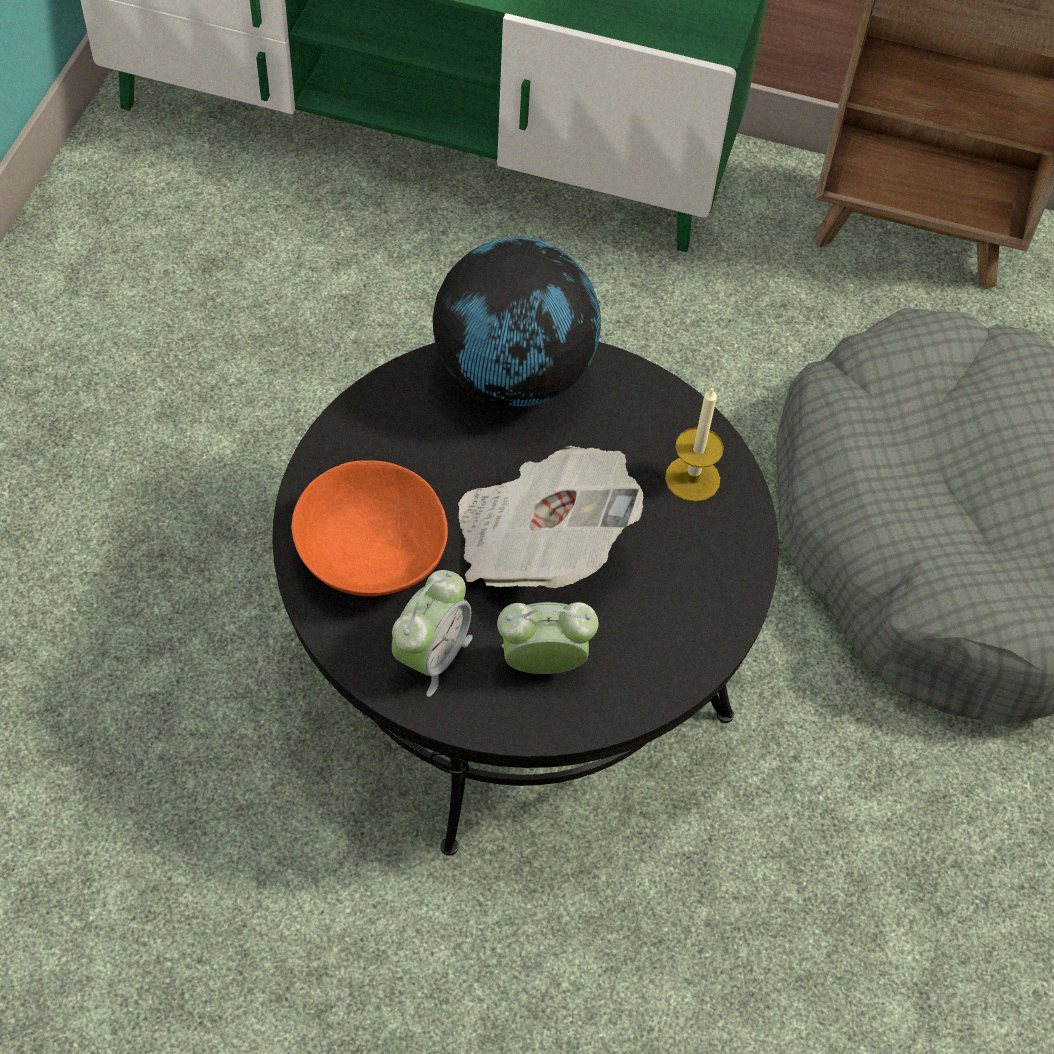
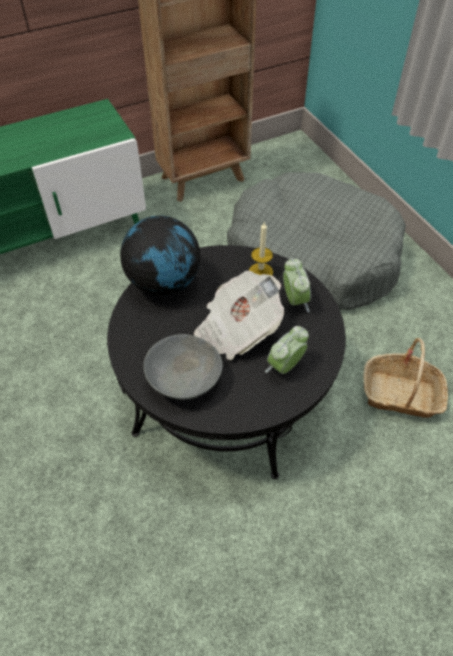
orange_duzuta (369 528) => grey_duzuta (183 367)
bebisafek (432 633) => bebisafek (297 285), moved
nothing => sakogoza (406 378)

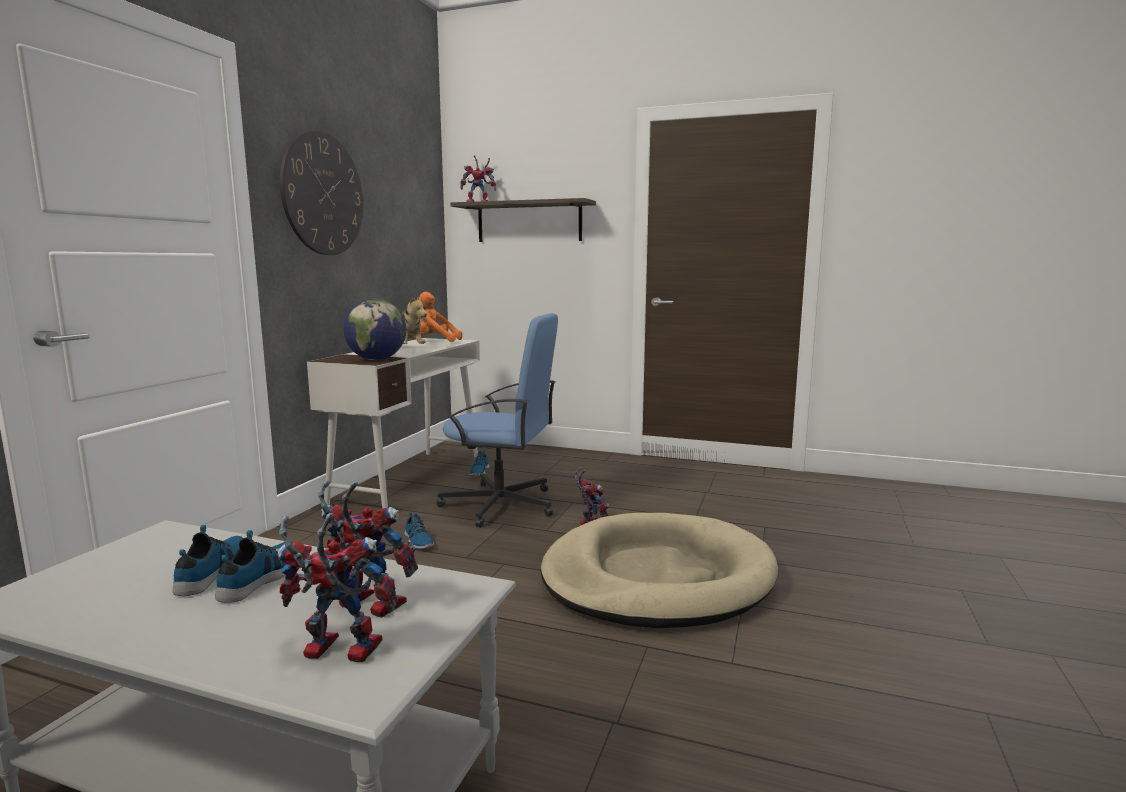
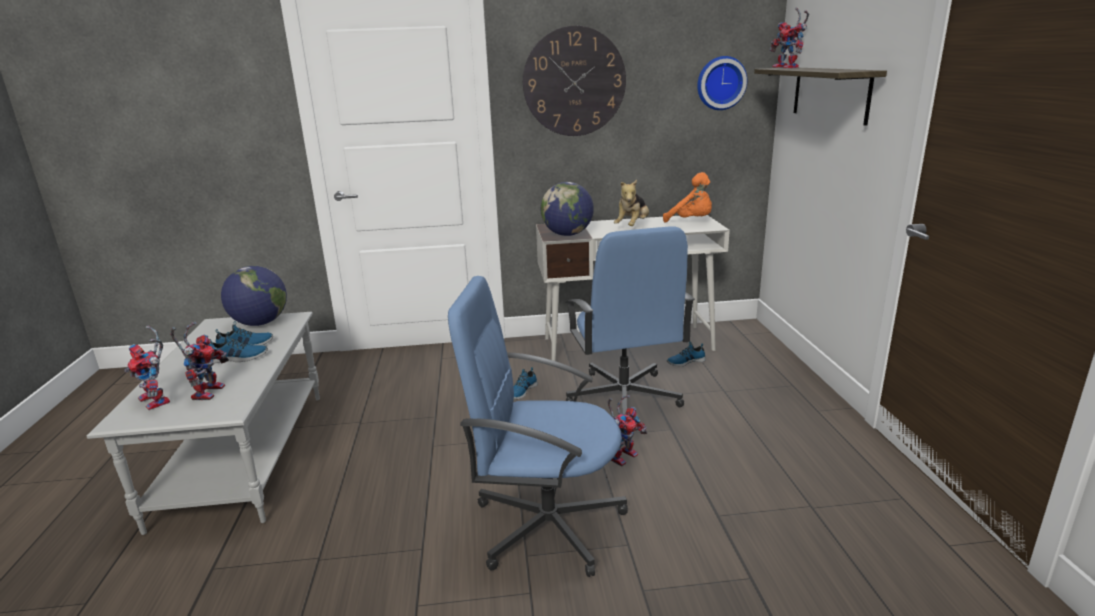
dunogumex (337 588) => dunogumex (147 367), 150 degrees clockwise
nothing => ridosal (254 296)
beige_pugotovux (659 570) => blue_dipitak (538 426)
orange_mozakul (439 317) => orange_mozakul (687 197), 150 degrees clockwise
nothing => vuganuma (722 83)

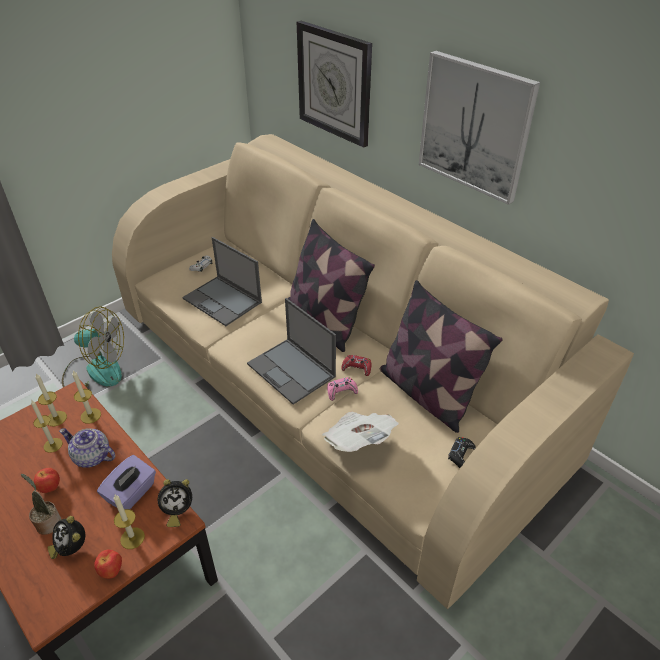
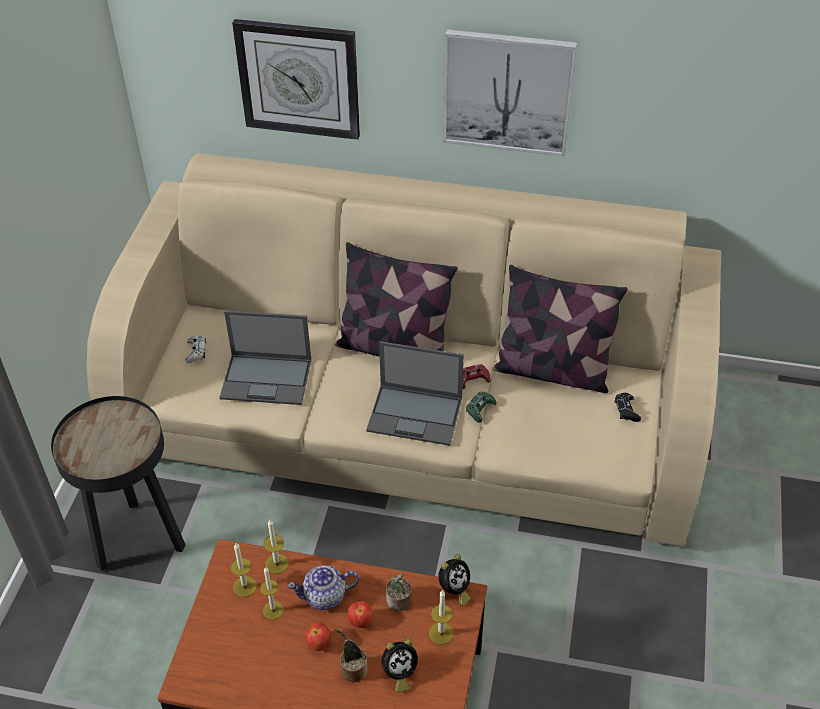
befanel (93 346) => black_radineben (118 483)
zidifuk (108 564) => zidifuk (360 614), moved
bebisafek (66 537) => bebisafek (400 665), 45 degrees counterclockwise
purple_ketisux (126 482) => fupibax (399 592)
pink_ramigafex (342 389) => green_ramigafex (481 407)
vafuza (360 432) => nothing

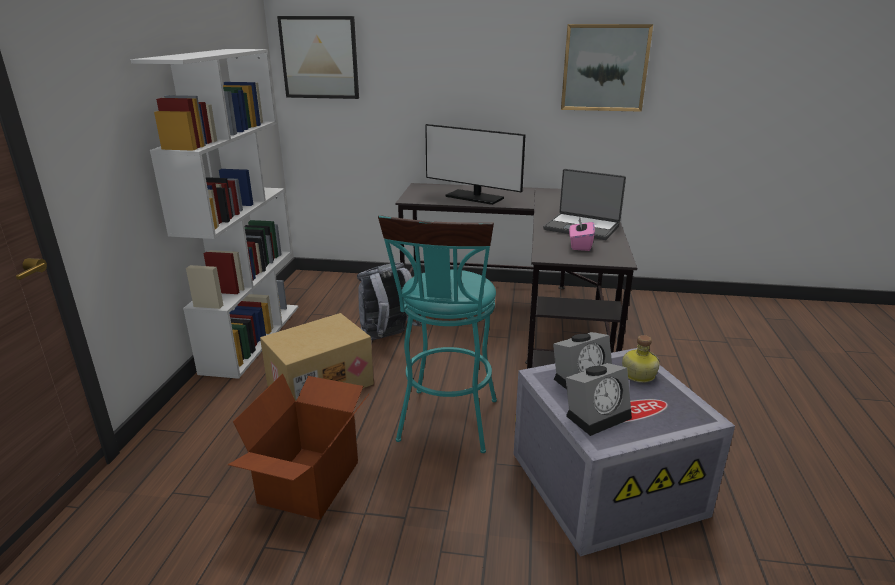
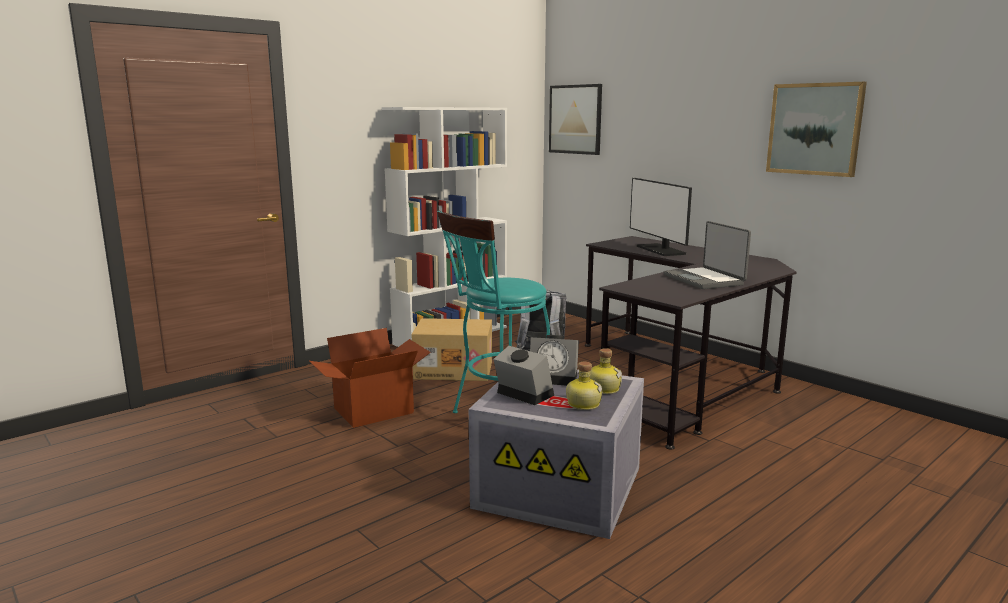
bebisafek (599 399) => bebisafek (523 375), 150 degrees counterclockwise
nothing => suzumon (584 386)
pink_ketisux (582 234) => nothing

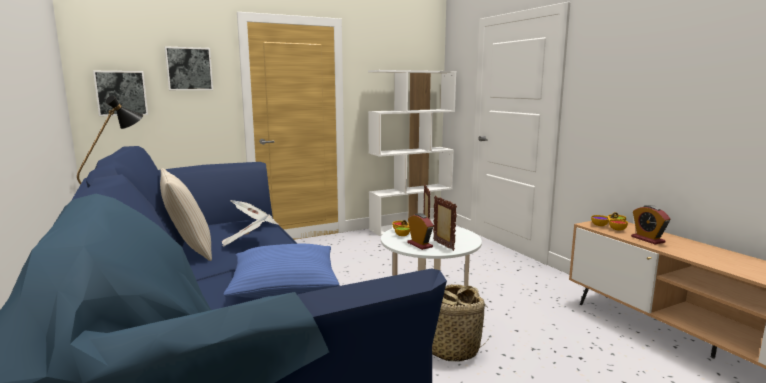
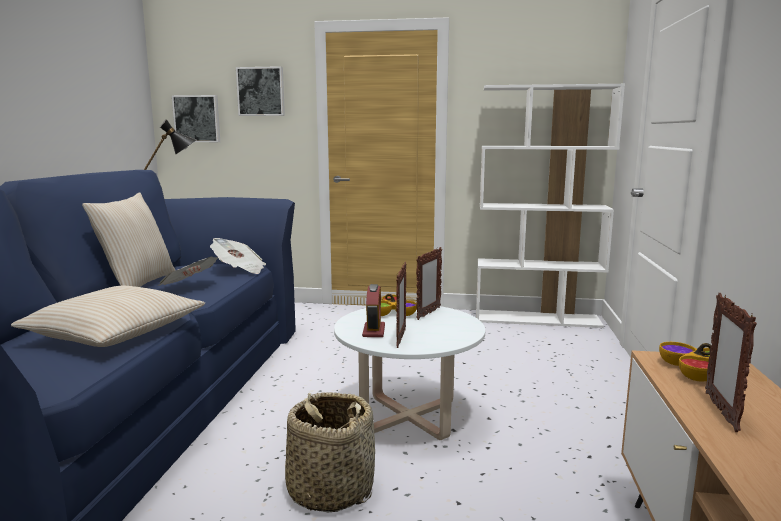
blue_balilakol (281 271) => beige_balilakol (108 316)
bebisafek (650 224) => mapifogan (731 362)

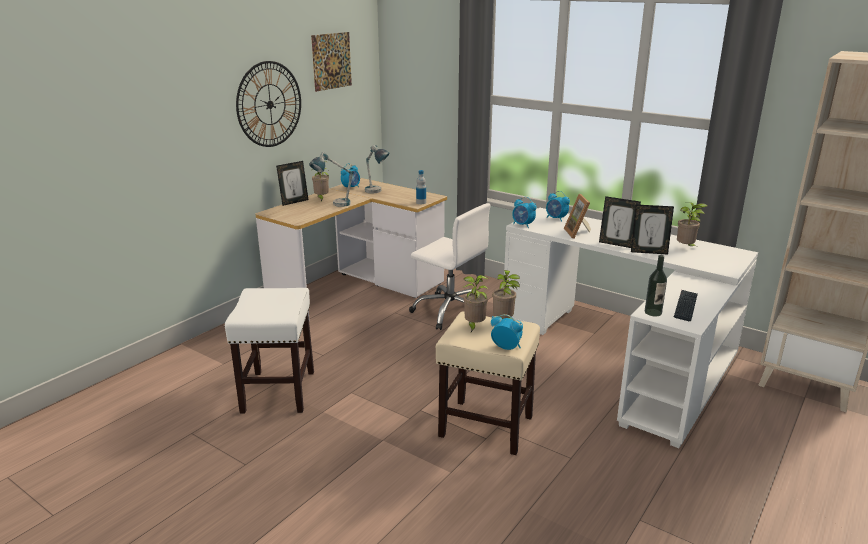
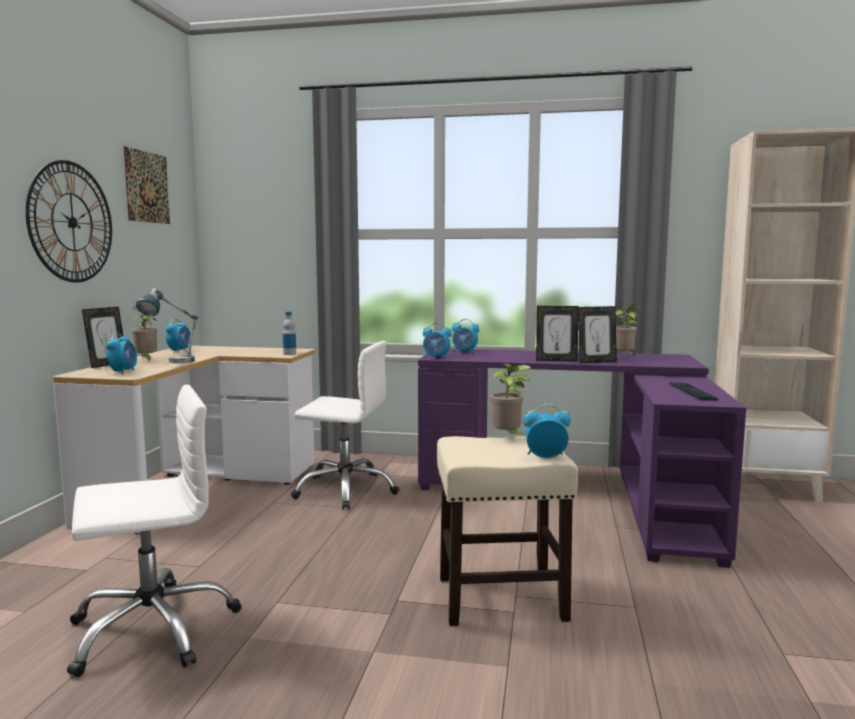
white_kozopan (269 350) => white_dipitak (154 530)
nothing => bebisafek (121 353)
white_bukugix (631 328) => purple_bukugix (582 458)
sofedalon (377 169) => nothing
fupibax (475 303) => nothing
mapifogan (577 216) => nothing
suzumon (656 285) => nothing

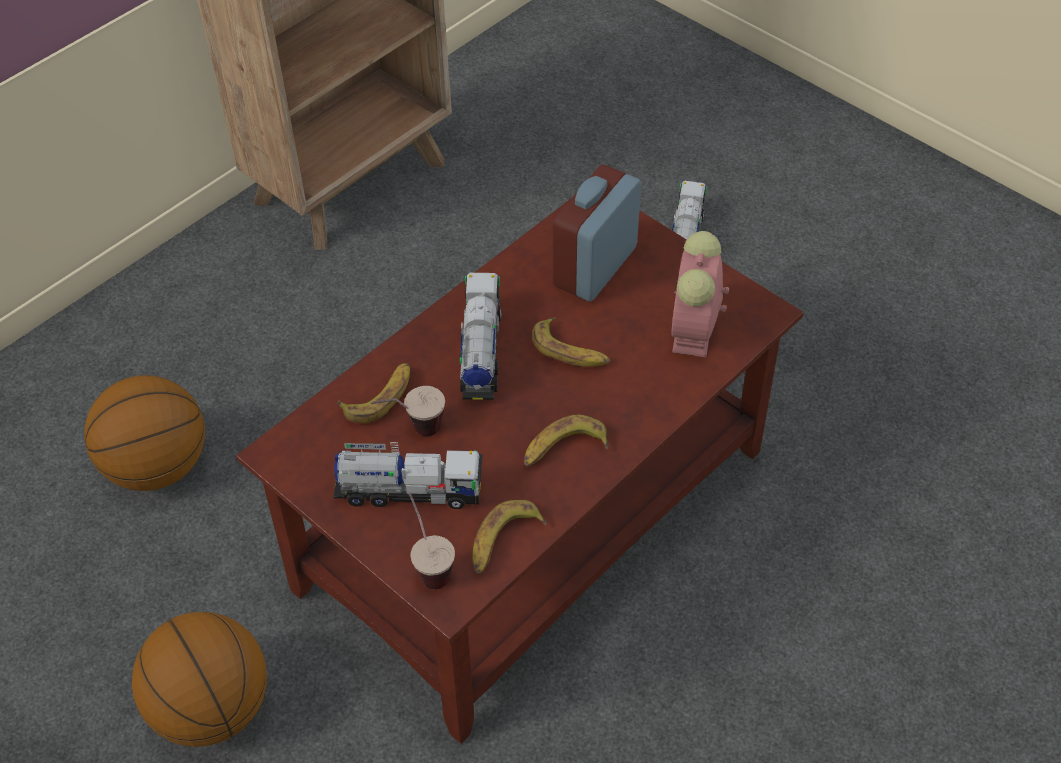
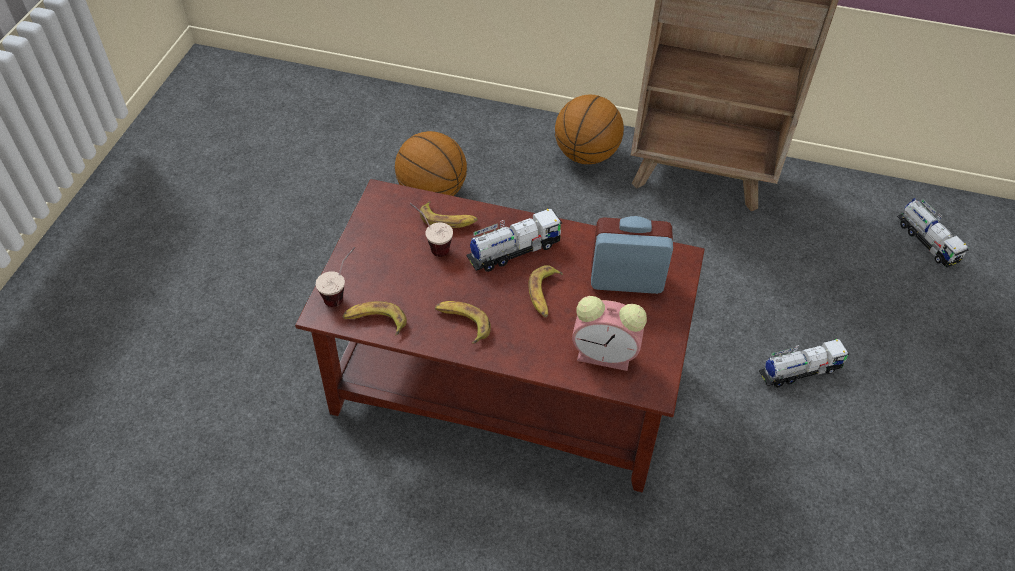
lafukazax (199 679) => lafukazax (589 129), moved
bebisafek (700 294) => bebisafek (609 333), 150 degrees counterclockwise
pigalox (408 475) => pigalox (933 233), moved

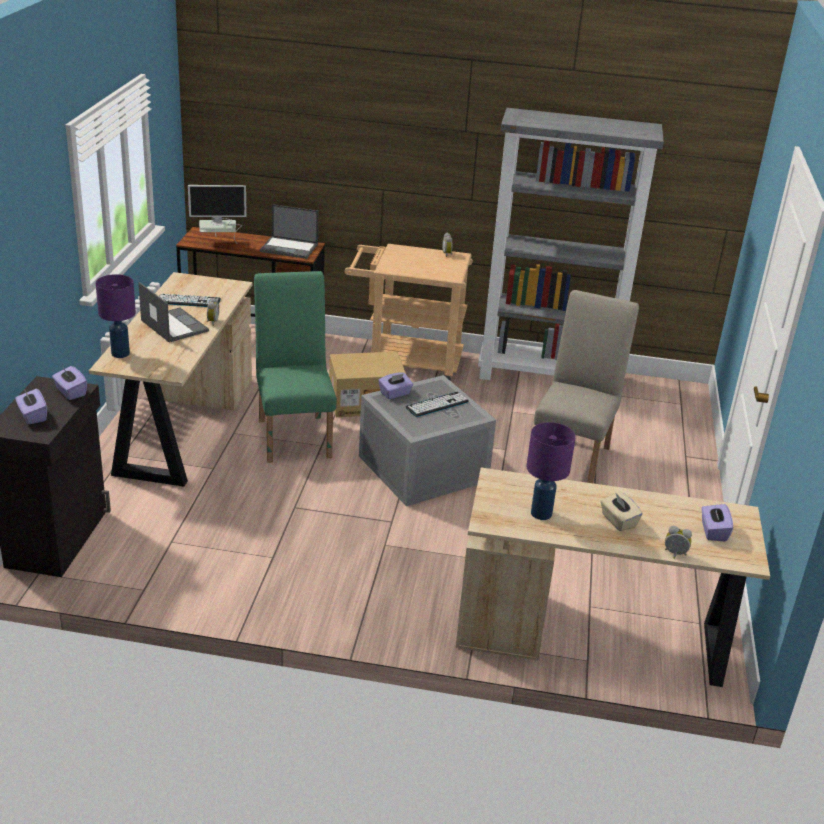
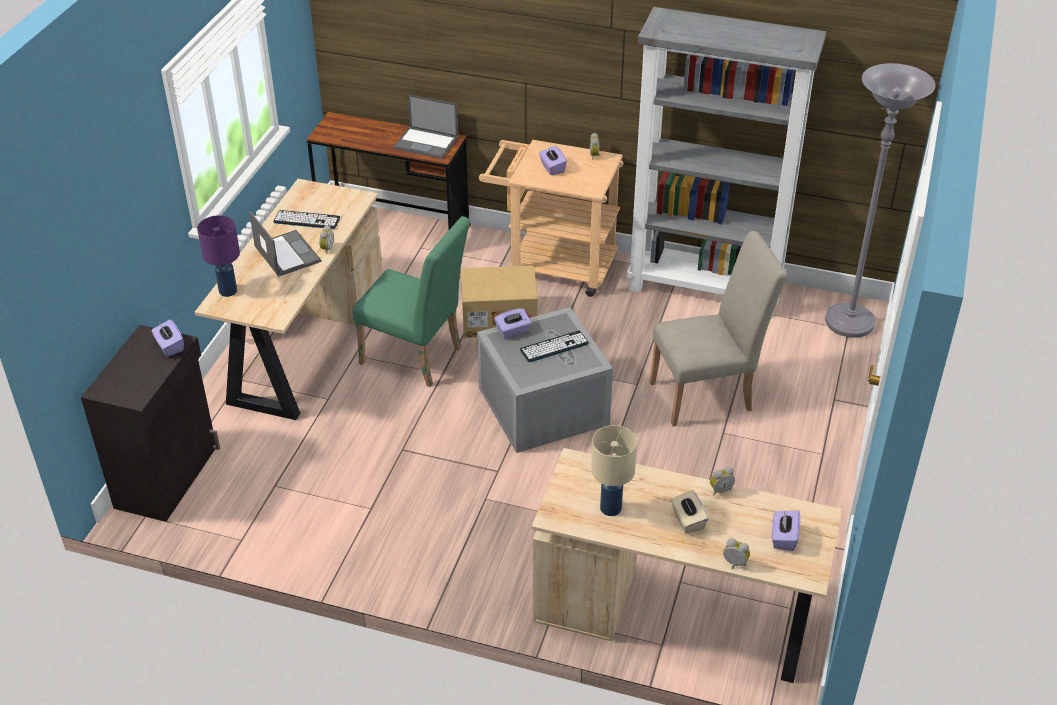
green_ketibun (295 367) => green_ketibun (411 301), 120 degrees clockwise
purple_ketisux (31 407) => purple_ketisux (553 160), moved
purple_sofedalon (551 471) => beige_sofedalon (614 470)
beige_ketibun (586 386) => beige_ketibun (719 328), 45 degrees clockwise
nothing => bebisafek (722 481)
nothing => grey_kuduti (880 200)
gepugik (217 214) => nothing

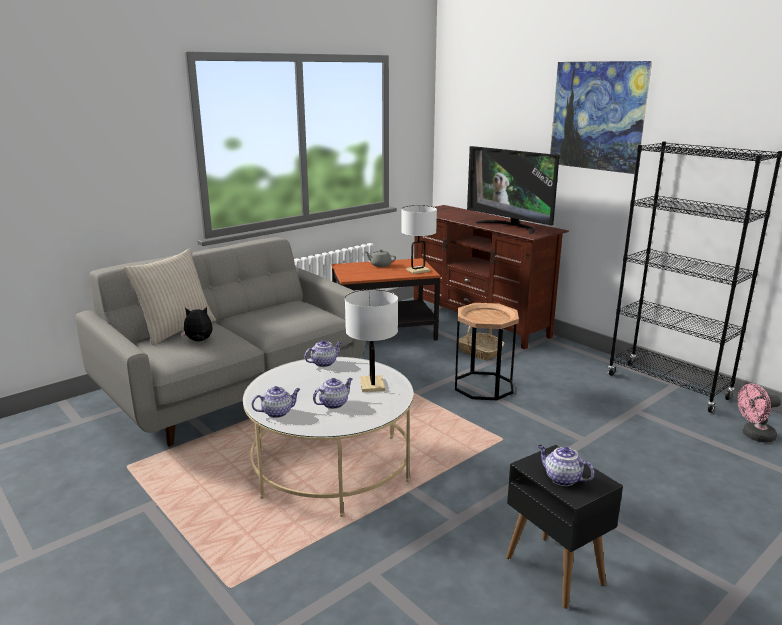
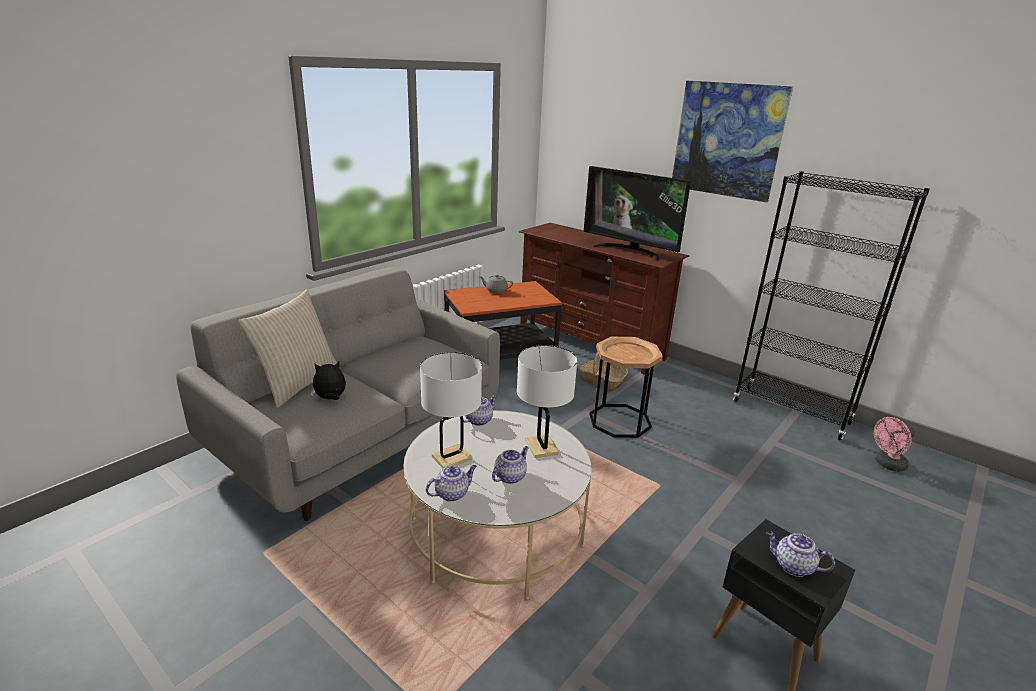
white_sofedalon (419 239) => white_sofedalon (451 410), moved

